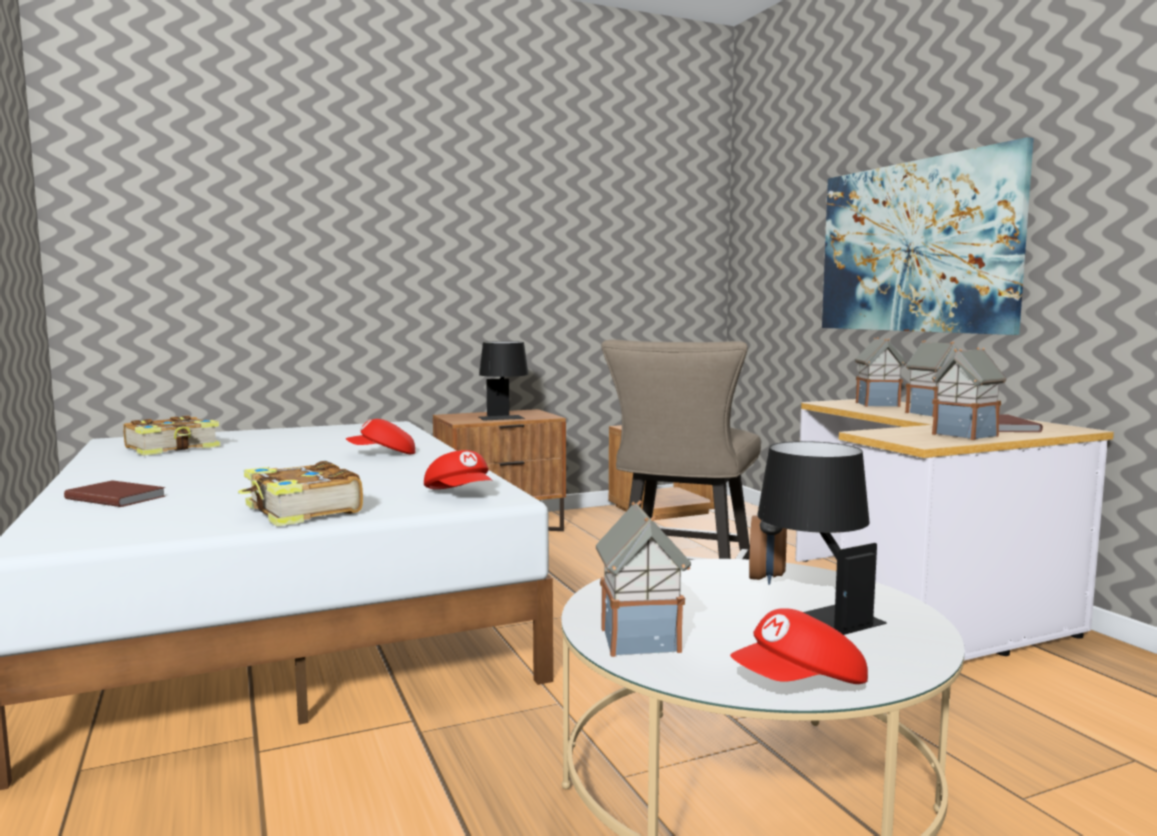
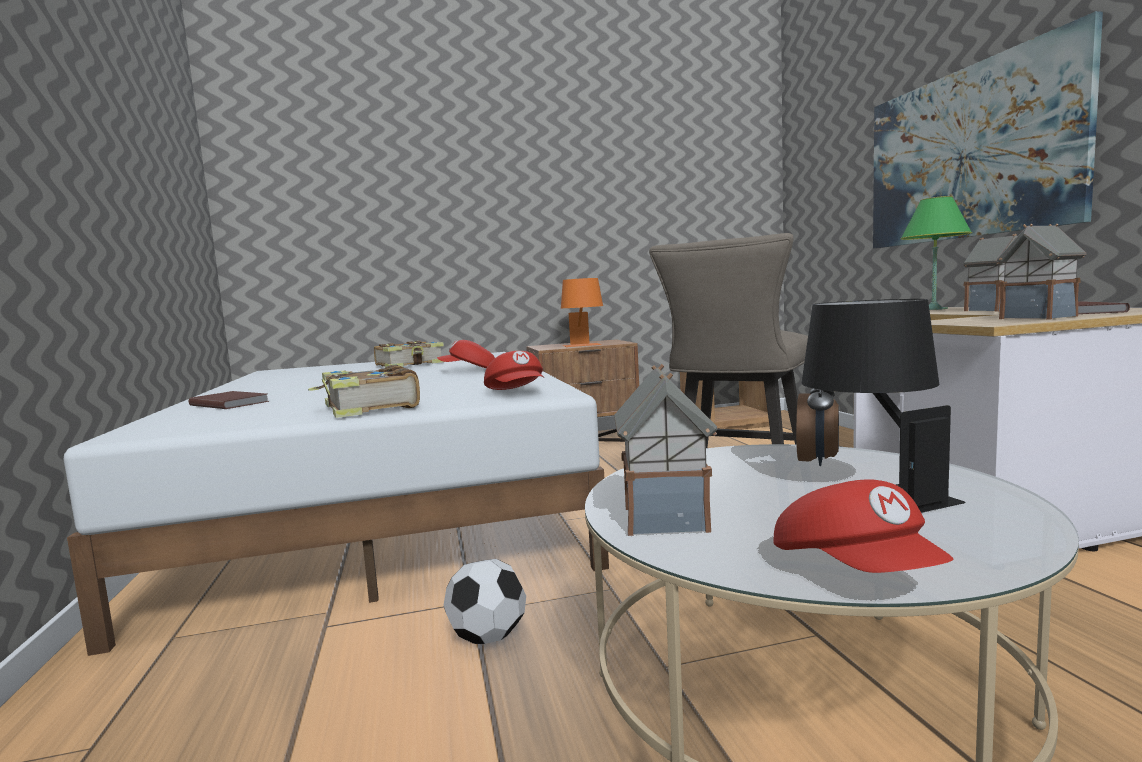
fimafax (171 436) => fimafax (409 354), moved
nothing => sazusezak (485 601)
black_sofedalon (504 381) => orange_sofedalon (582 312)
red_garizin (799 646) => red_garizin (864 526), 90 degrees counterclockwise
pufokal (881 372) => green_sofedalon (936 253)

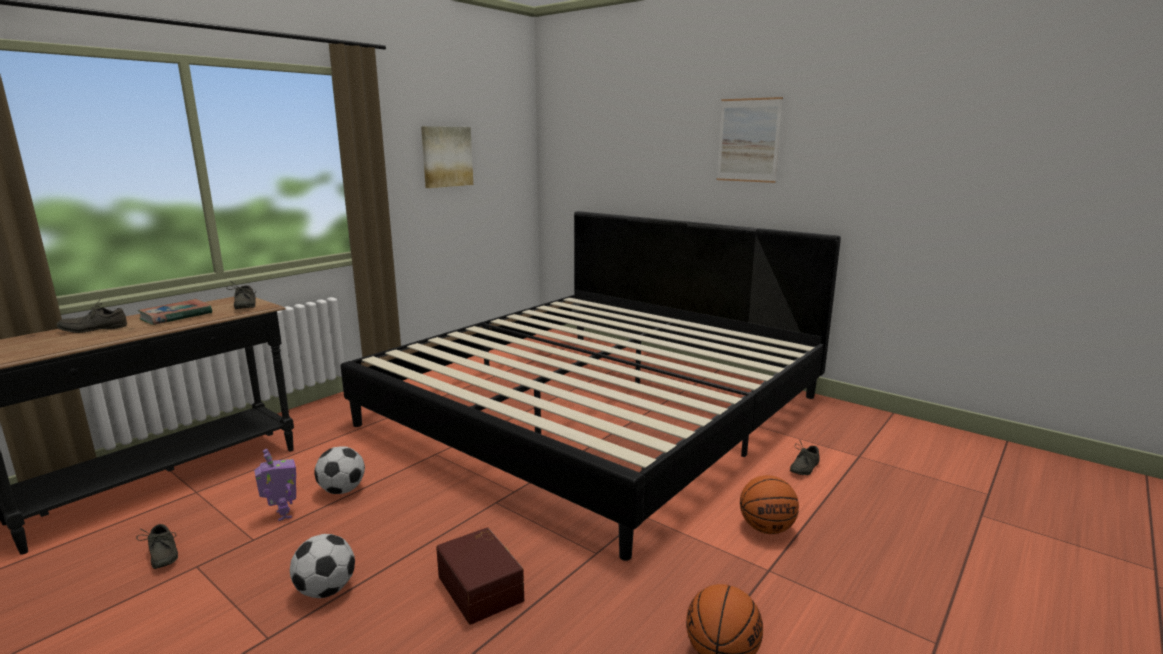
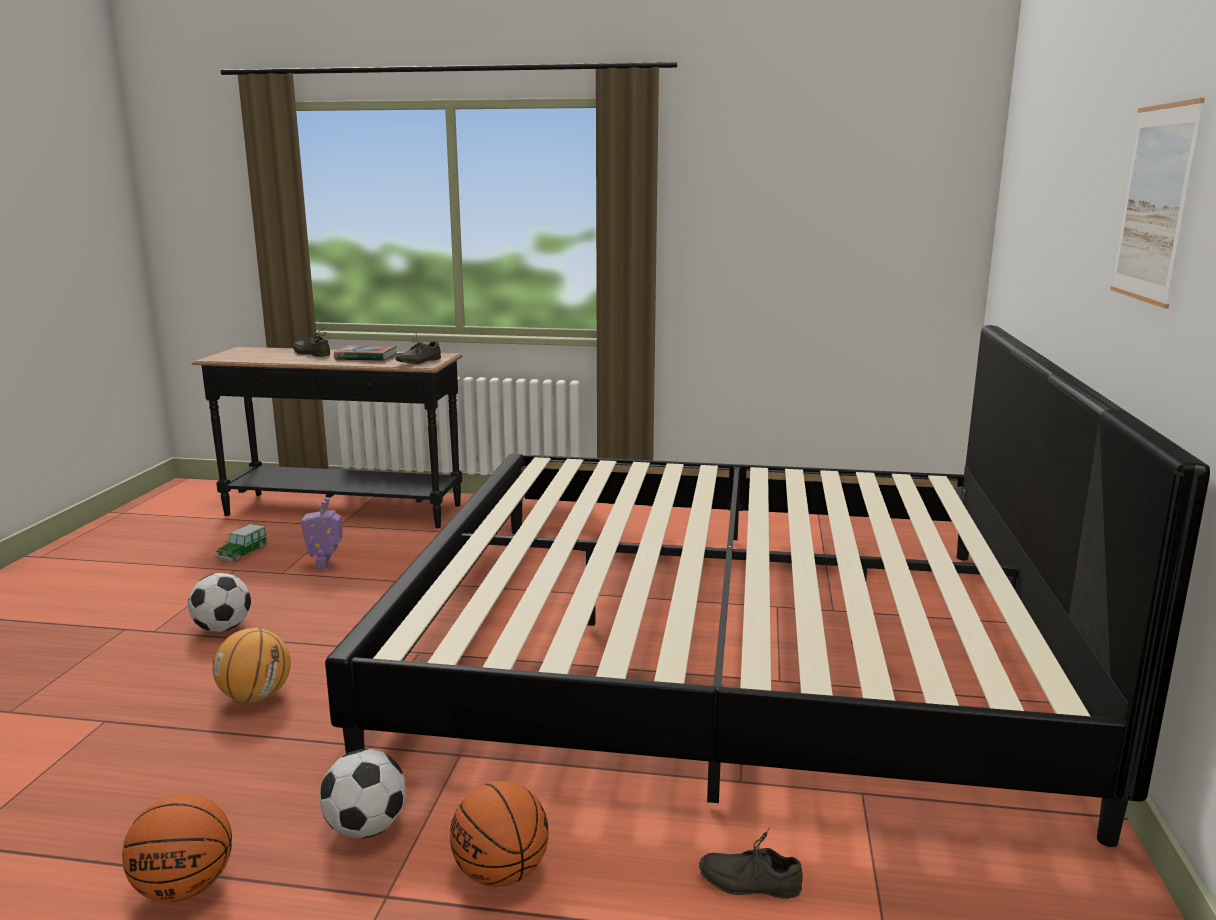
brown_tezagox (480 576) => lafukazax (252 665)
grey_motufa (157 546) => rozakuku (241 543)
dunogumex (275 485) => dunogumex (322 534), 150 degrees clockwise
sazusezak (339 470) => sazusezak (363 793), moved
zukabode (447 157) => nothing

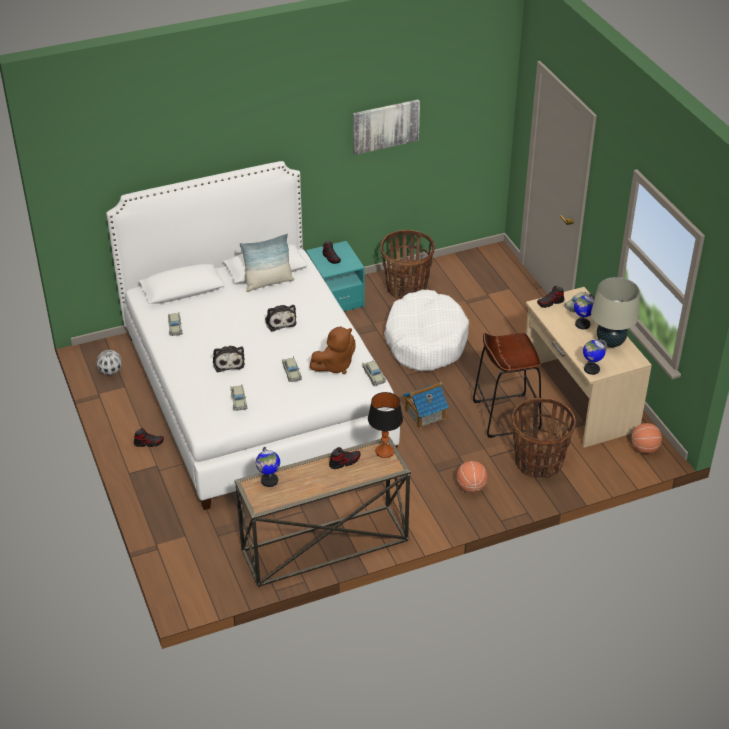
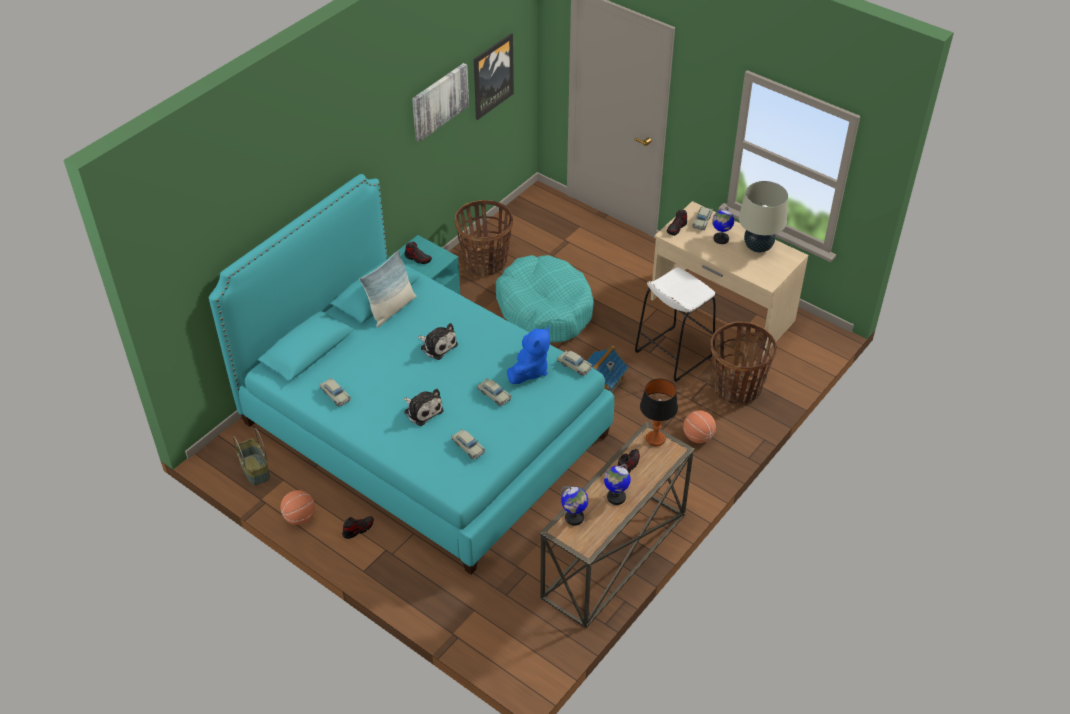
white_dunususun (253 335) => turquoise_dunususun (411 374)
sazusezak (109 362) => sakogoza (251 457)
lafukazax (646 438) => lafukazax (297 507), moved
nothing => zukabode (494 76)
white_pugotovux (426 331) => turquoise_pugotovux (545 299)
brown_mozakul (333 350) => blue_mozakul (528 355)
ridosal (595 357) => ridosal (617 484), moved
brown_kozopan (507 385) => white_kozopan (675 324)

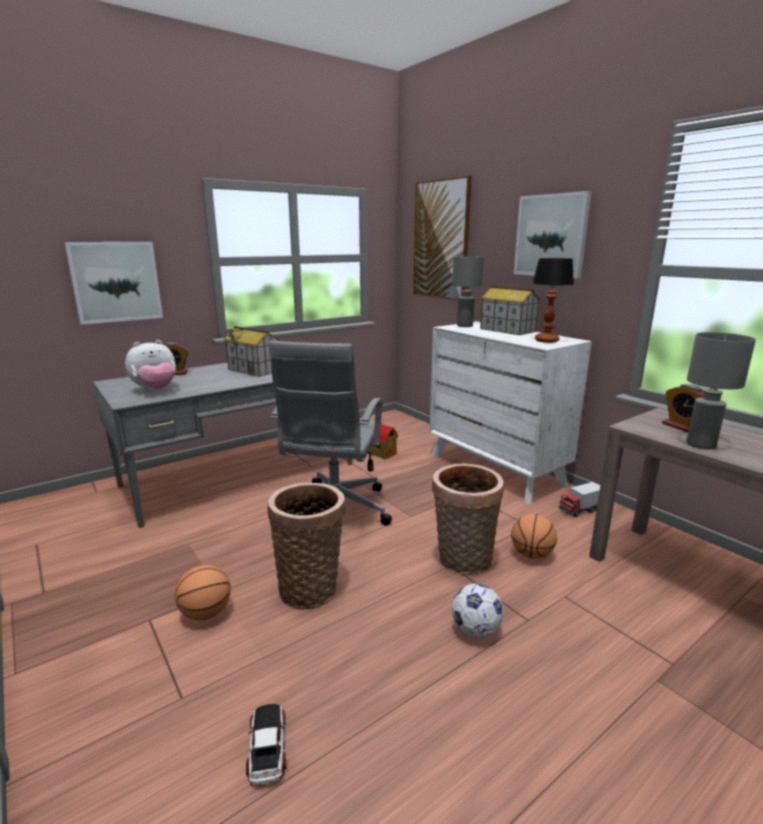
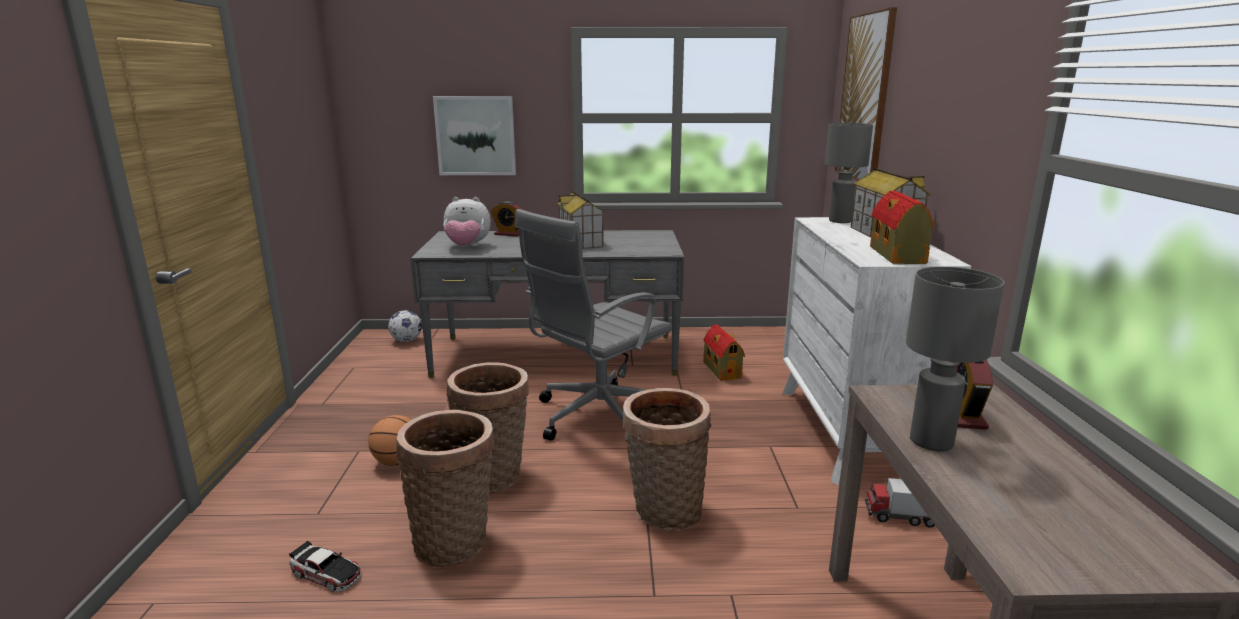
rozakuku (266 745) => rozakuku (325 566), 90 degrees clockwise
sazusezak (477 610) => sazusezak (405 326), moved
nothing => sakogoza (445 488)
sofedalon (553 300) => pufokal (902 227)
lafukazax (534 536) => nothing
zukabode (553 235) => nothing

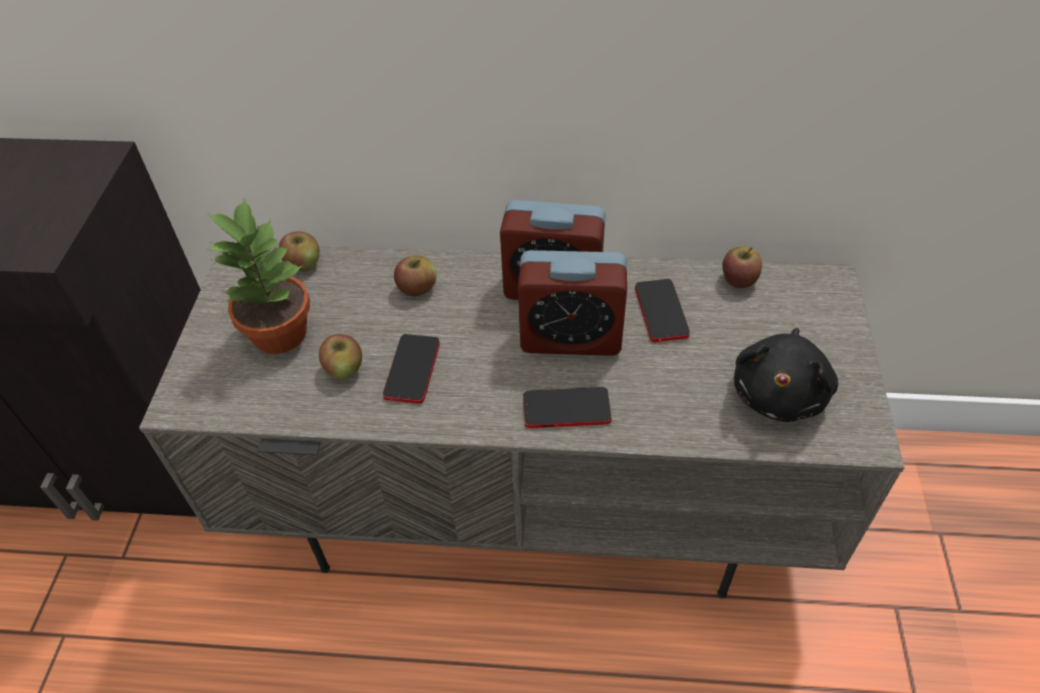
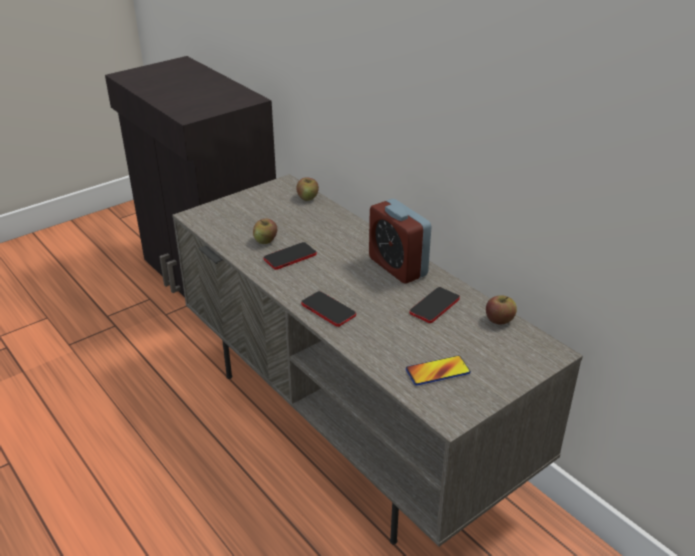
black_mozakul (786 375) => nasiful (438 370)
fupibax (259 276) => nothing
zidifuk (415 275) => nothing
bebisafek (572 303) => nothing

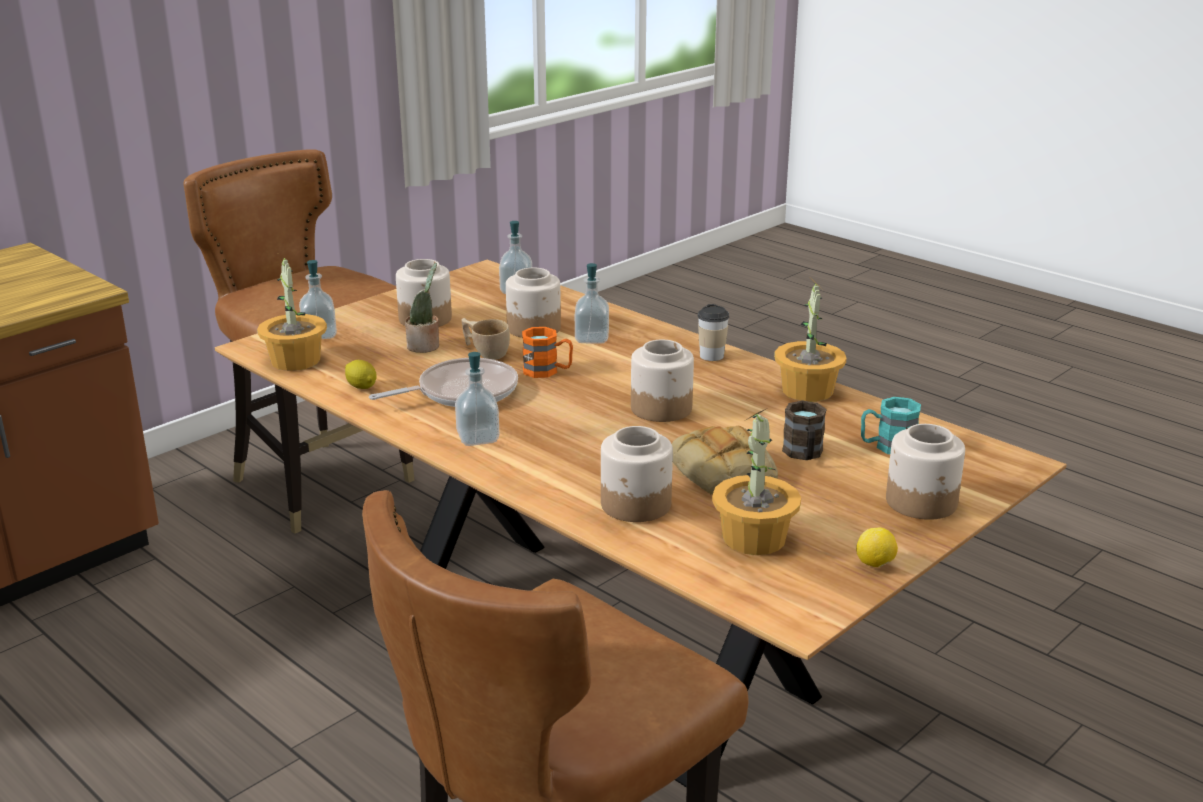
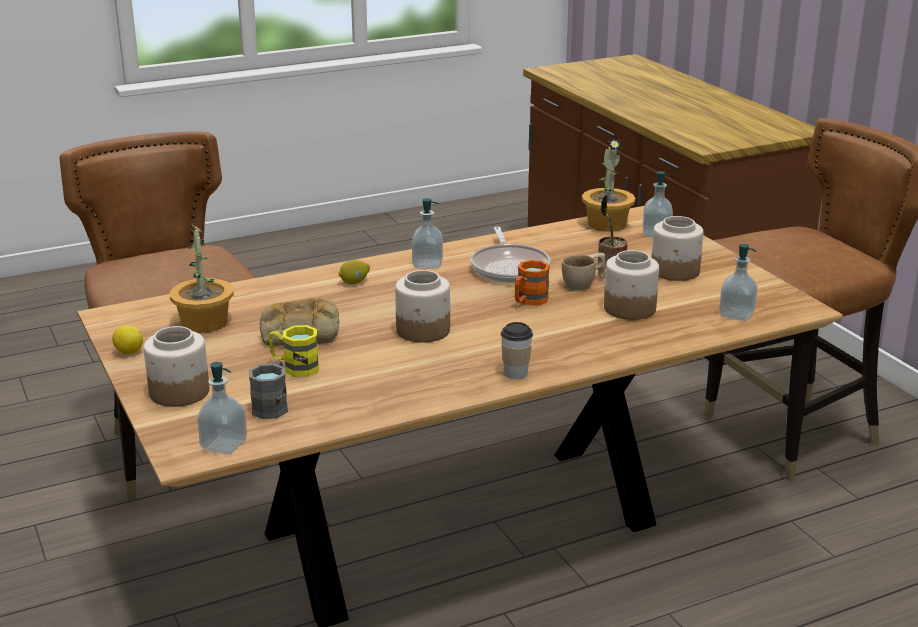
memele (592 303) => memele (222 408), moved
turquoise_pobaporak (891 425) => grey_pobaporak (268 390)
brown_pobaporak (804 430) => yellow_pobaporak (294 351)
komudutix (361 374) => komudutix (354 272), moved
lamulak (637 474) => nothing
fupibax (810 341) => nothing

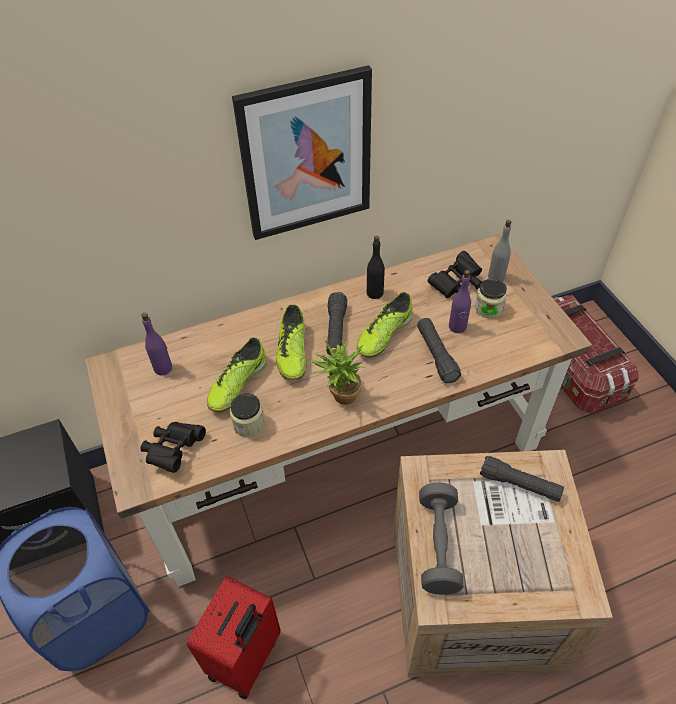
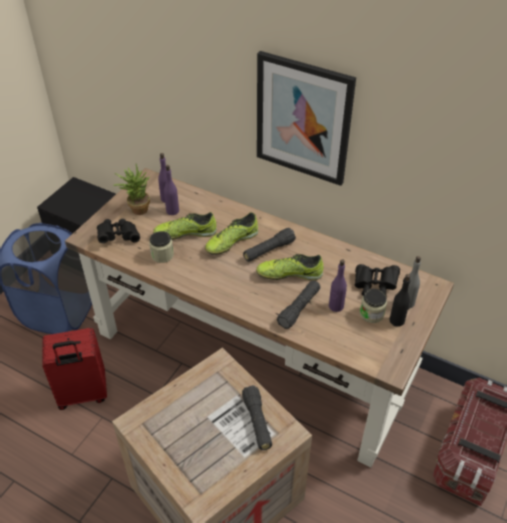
fupibax (338 372) => fupibax (131 189), moved
nothing => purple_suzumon (171 190)
black_suzumon (376 267) => black_suzumon (399 300), moved
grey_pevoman (441 538) => nothing

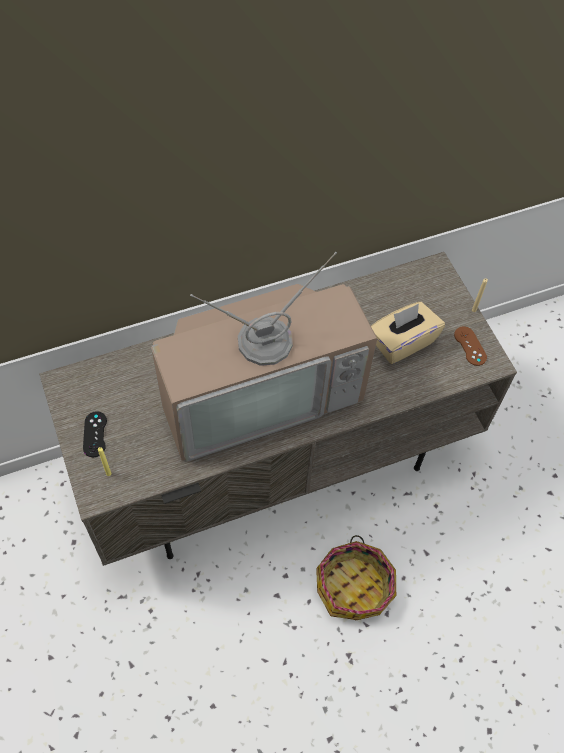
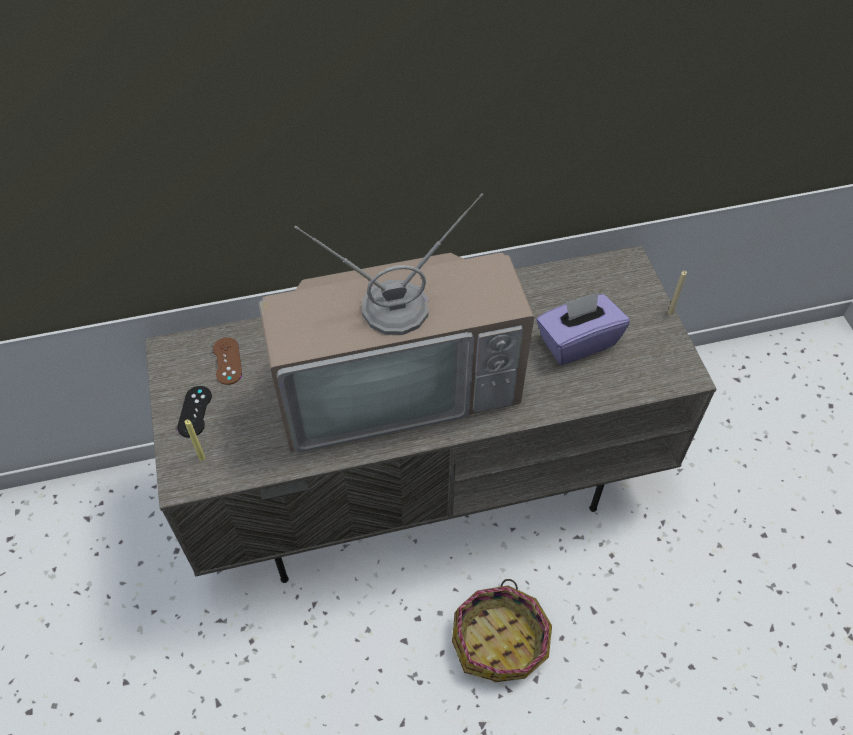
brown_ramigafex (470 346) => brown_ramigafex (227 361), moved
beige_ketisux (408 333) => purple_ketisux (583 328)

